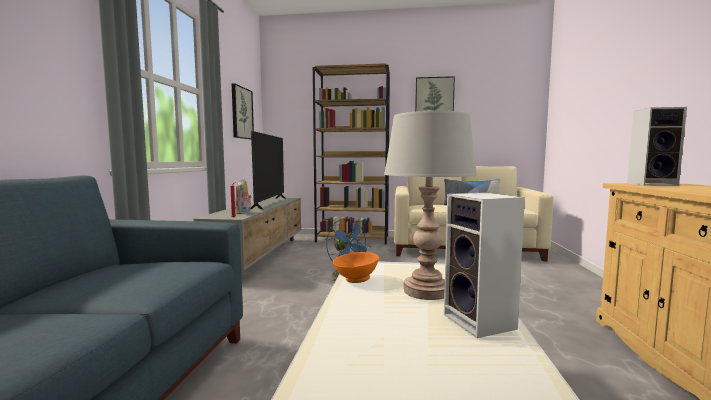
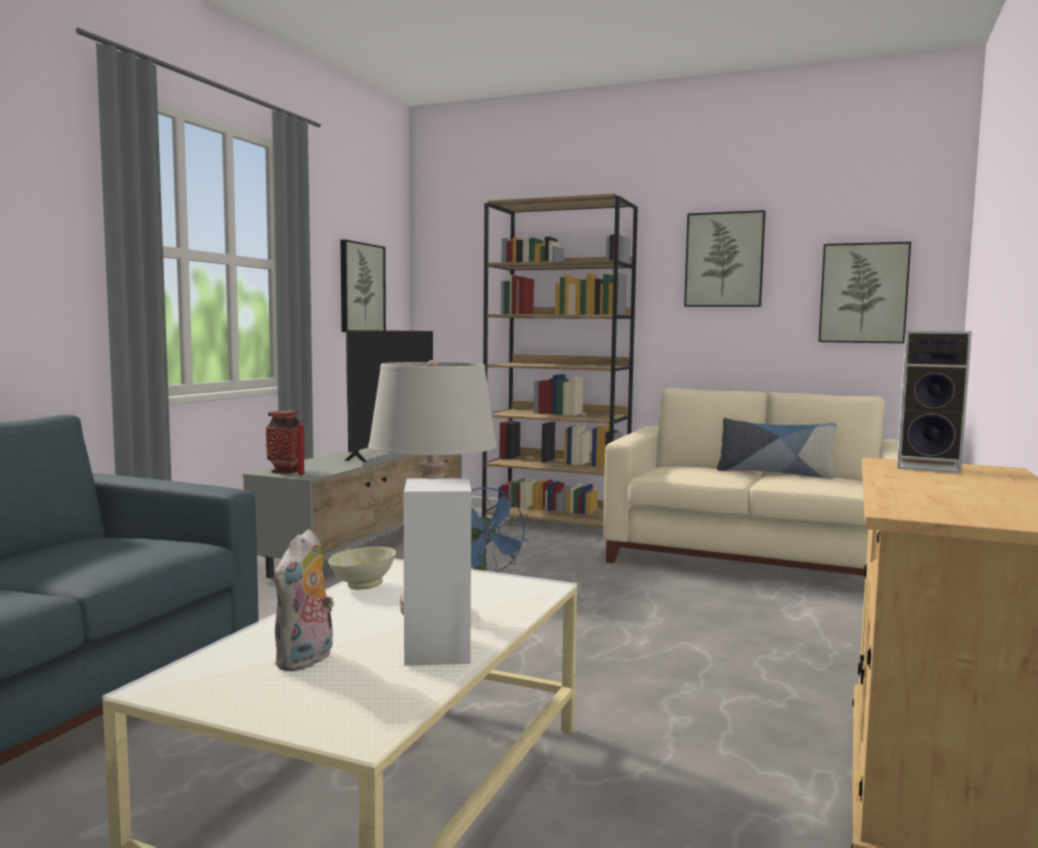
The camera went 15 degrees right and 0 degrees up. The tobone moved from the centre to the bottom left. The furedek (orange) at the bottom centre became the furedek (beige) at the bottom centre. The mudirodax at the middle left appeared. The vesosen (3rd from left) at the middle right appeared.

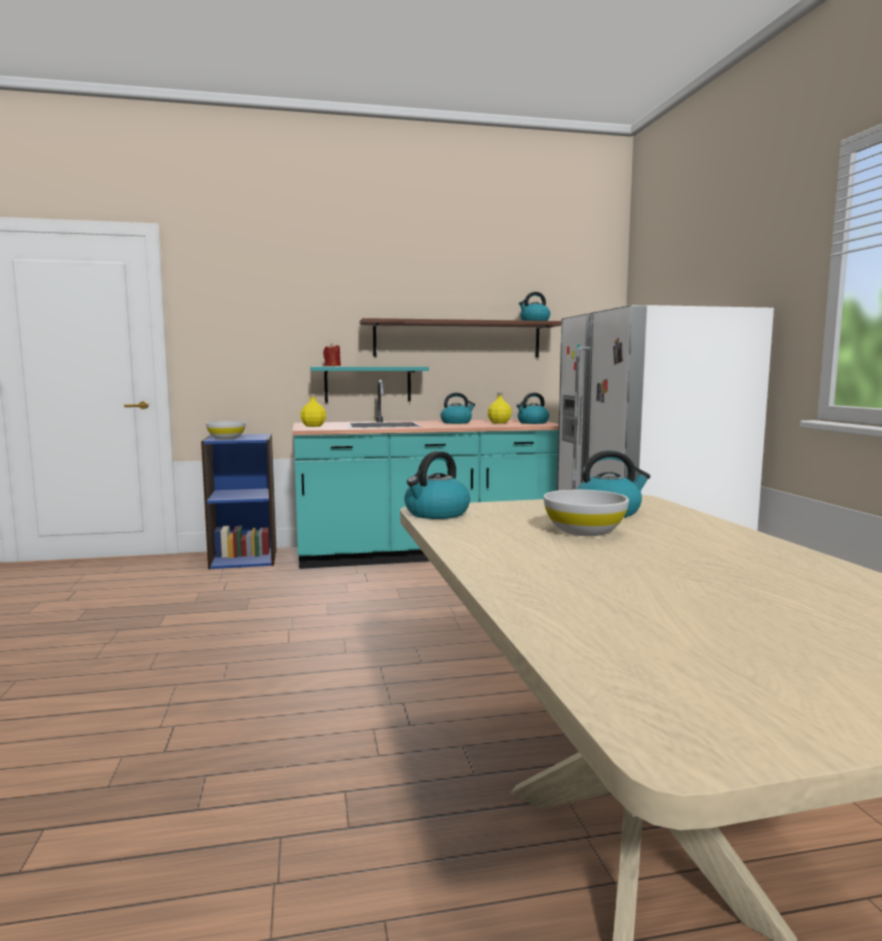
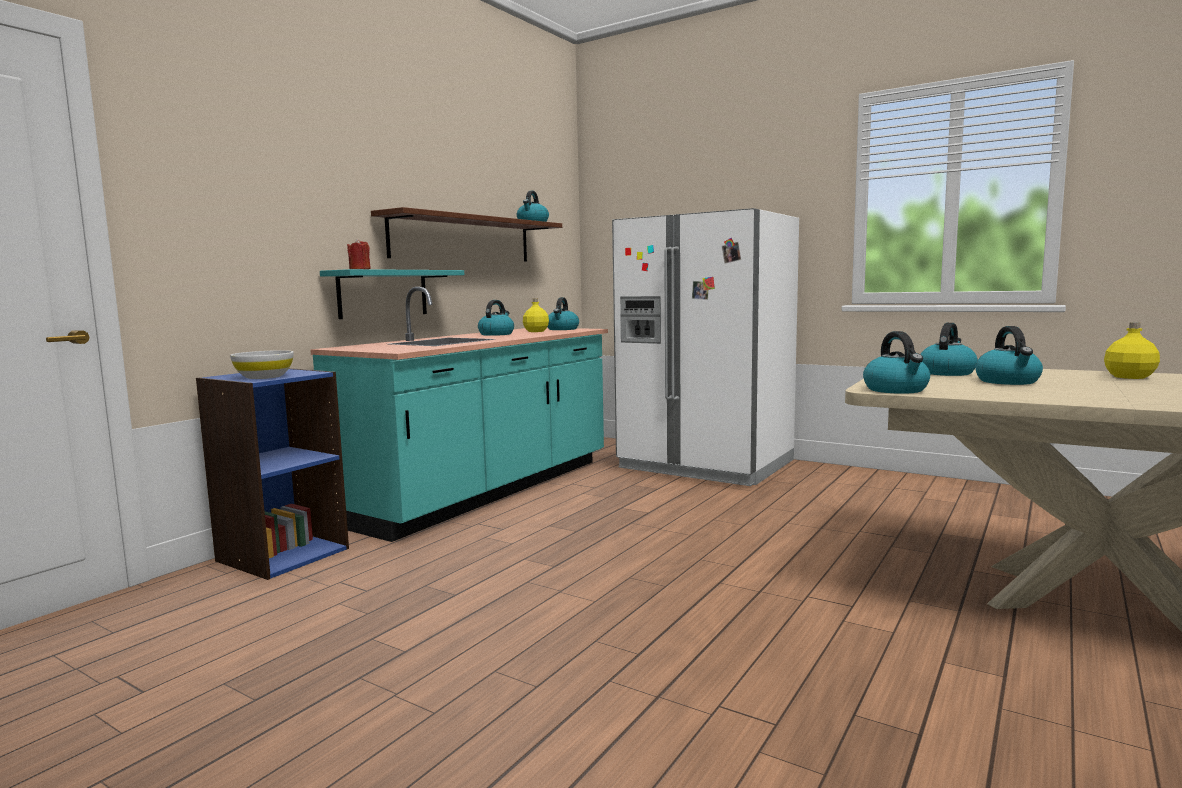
The camera went 45 degrees left and 0 degrees up. The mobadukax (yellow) (1st from left in the first image) moved from the centre to the middle right. The furedek (white) (2nd from left) at the centre was replaced by the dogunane (6th from left) at the middle right.

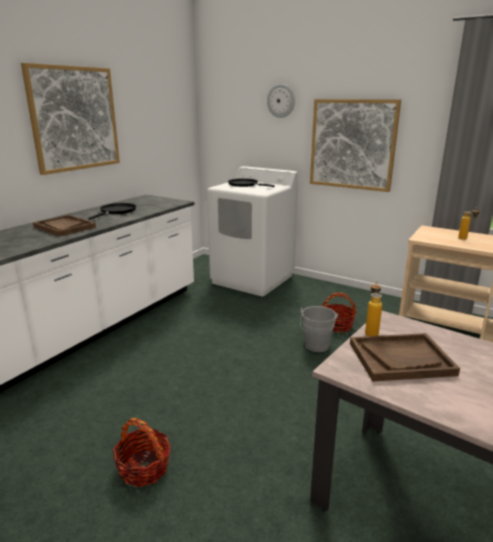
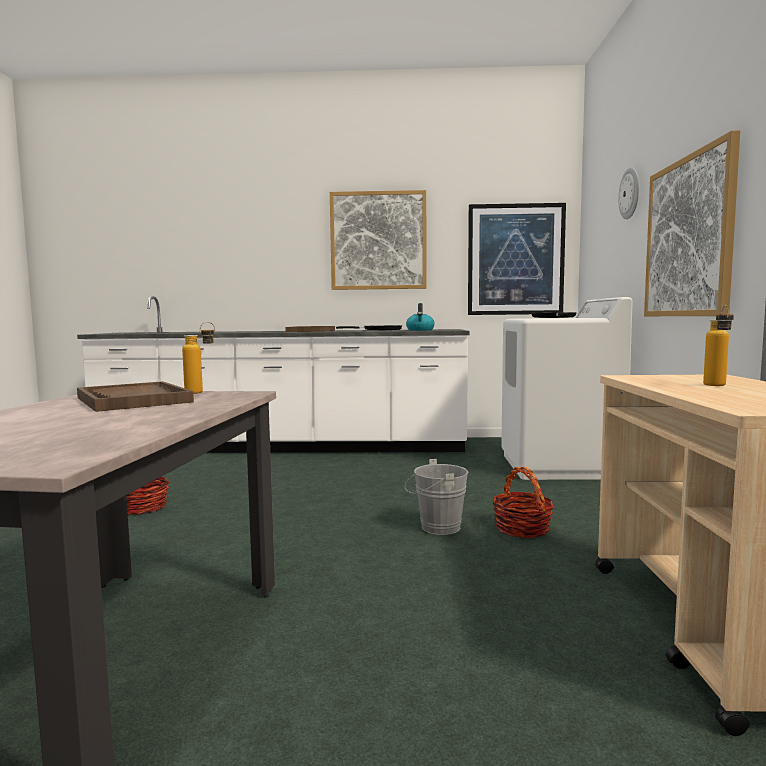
The camera went 60 degrees right and 15 degrees down. The dogunane at the centre appeared. The vesosen (2nd from left) at the middle right appeared.

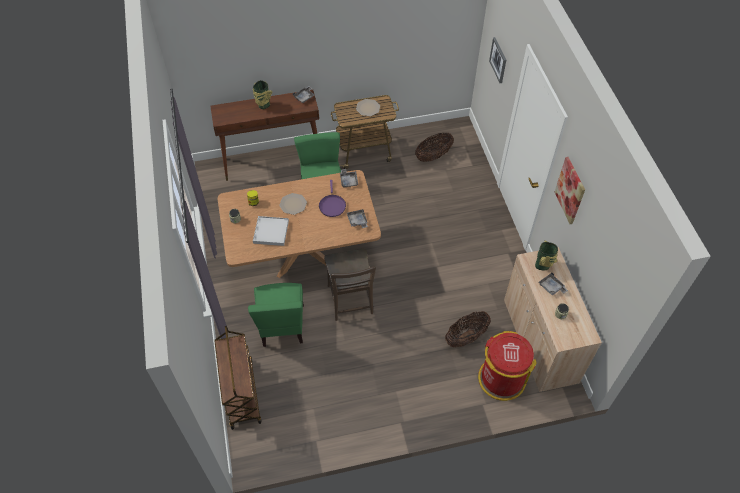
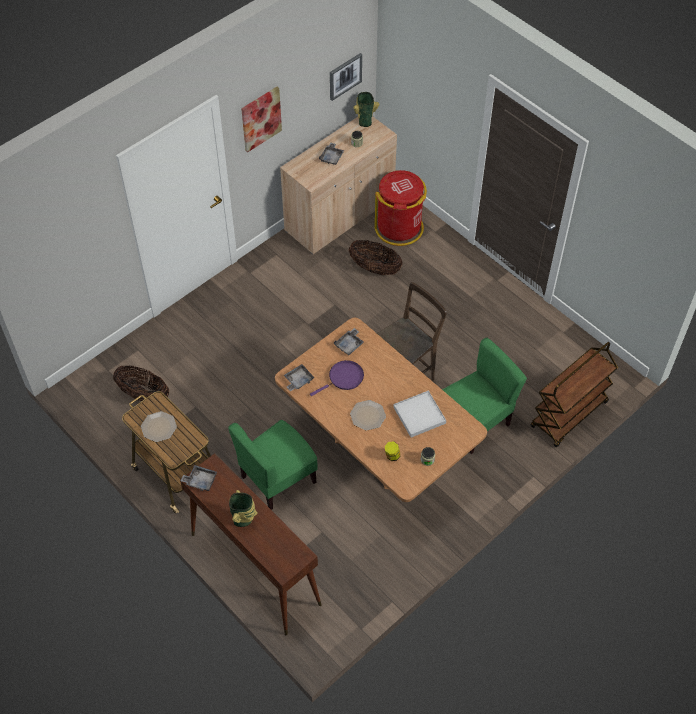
The camera went 120 degrees left and 0 degrees up. The vesosen (1st from left in the first image) moved from the top right to the top centre. The mudirodax (2nd from left) moved from the middle right to the top centre.

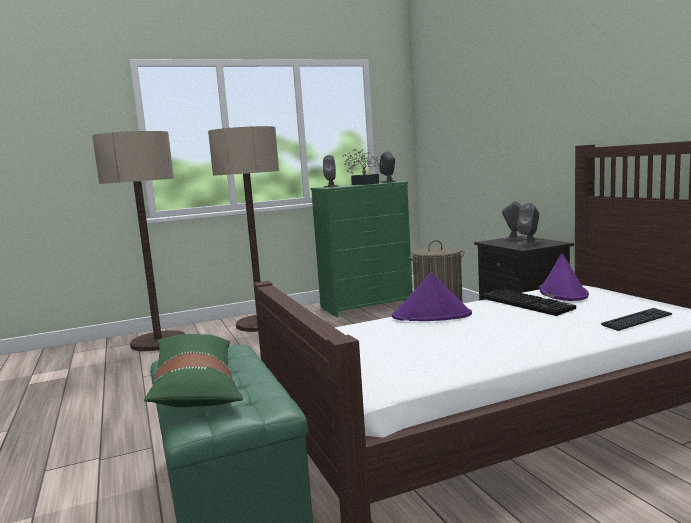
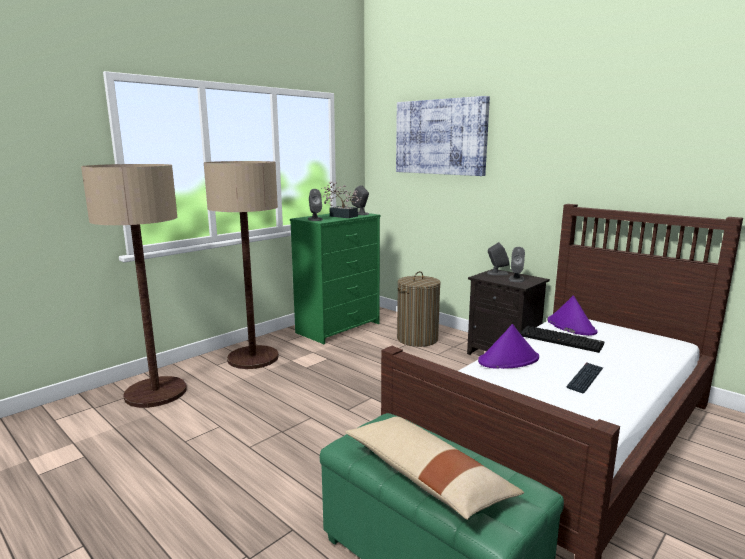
The camera went 25 degrees left and 5 degrees up. The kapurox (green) at the bottom left became the kapurox (beige) at the bottom centre. The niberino (2nd from left) moved from the middle right to the bottom right. The vesosen at the top centre appeared.

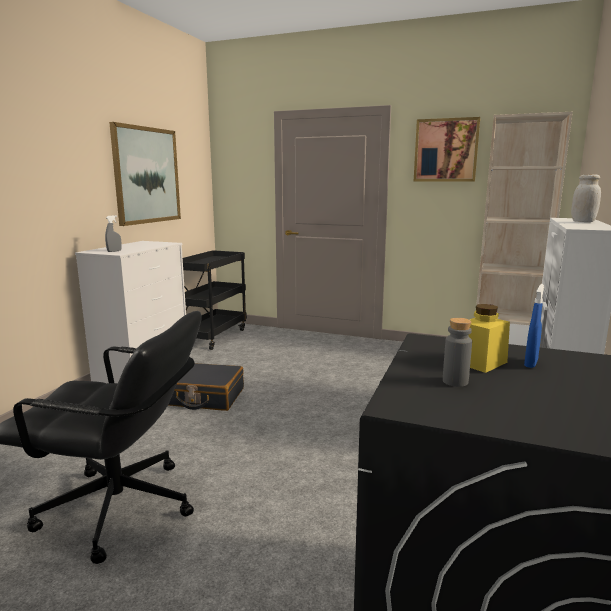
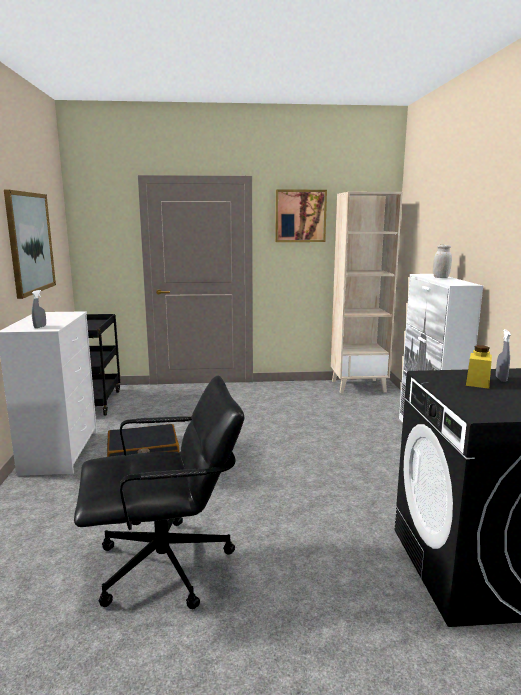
The camera went 25 degrees left and 0 degrees up. The mobadukax (grey) at the middle right disappeared. The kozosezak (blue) at the middle right became the kozosezak (grey) (2nd from left) at the middle right.

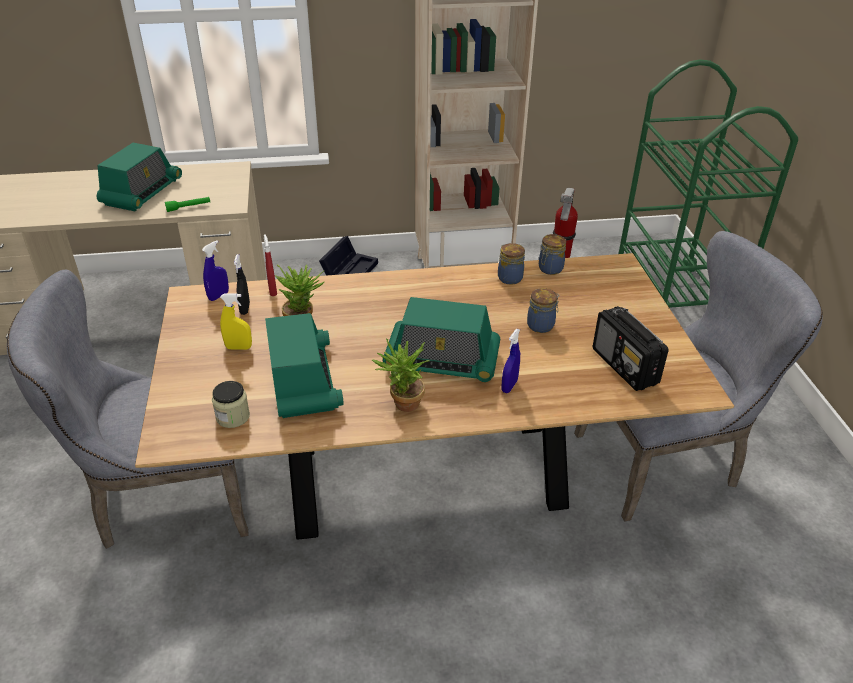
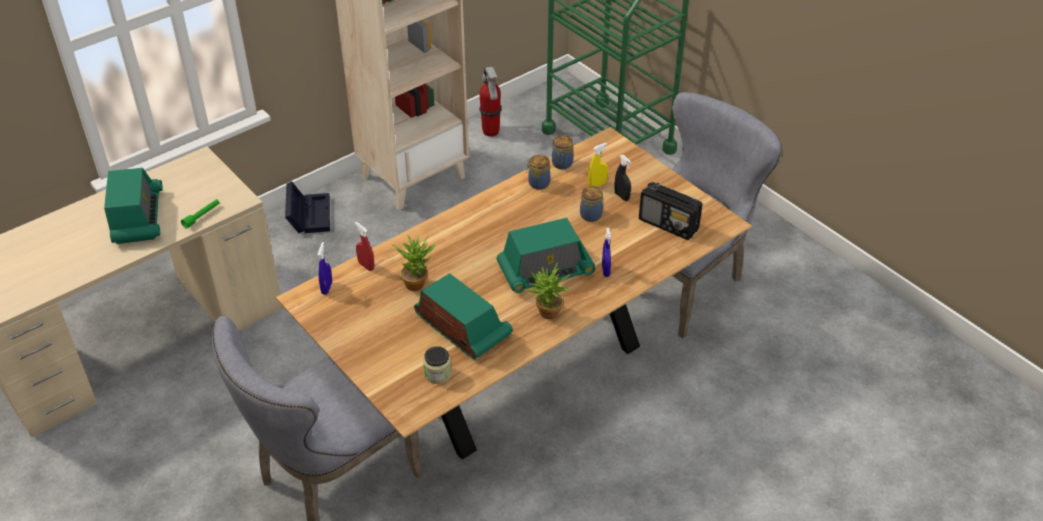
The camera went 30 degrees left and 5 degrees up. The kozosezak (yellow) moved from the middle left to the top centre. The kozosezak (black) moved from the middle left to the centre.

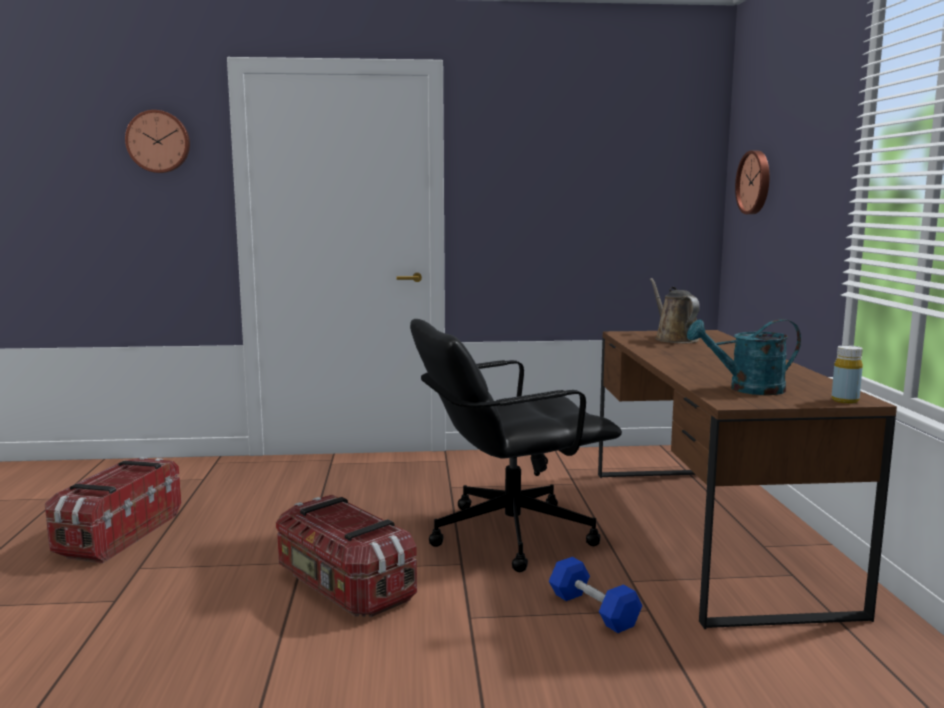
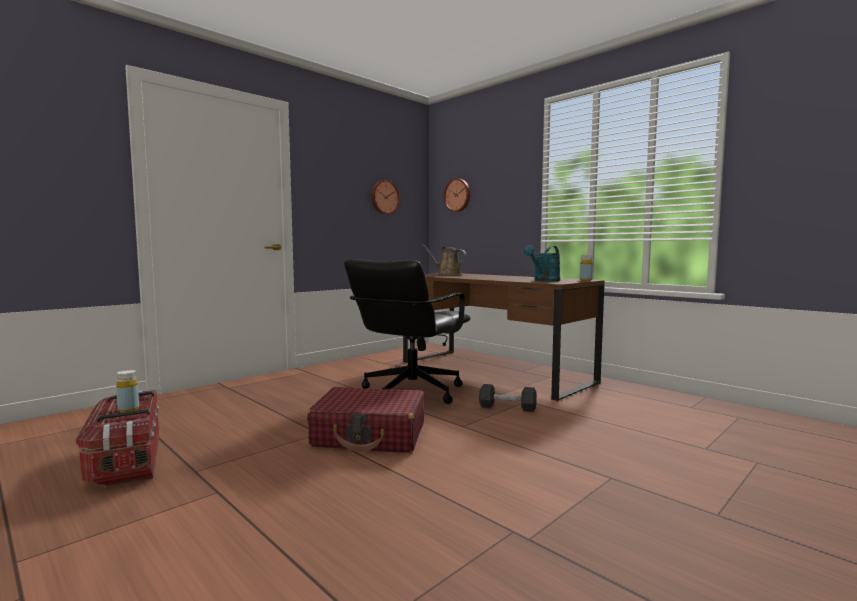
The camera went 40 degrees left and 5 degrees down. The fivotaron (1st from left) moved from the top left to the top centre. The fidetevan (2nd from left) at the bottom centre was replaced by the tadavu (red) at the bottom centre. The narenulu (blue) at the bottom centre became the narenulu (black) at the centre. The mobadukax (yellow) (1st from left) at the middle left appeared.

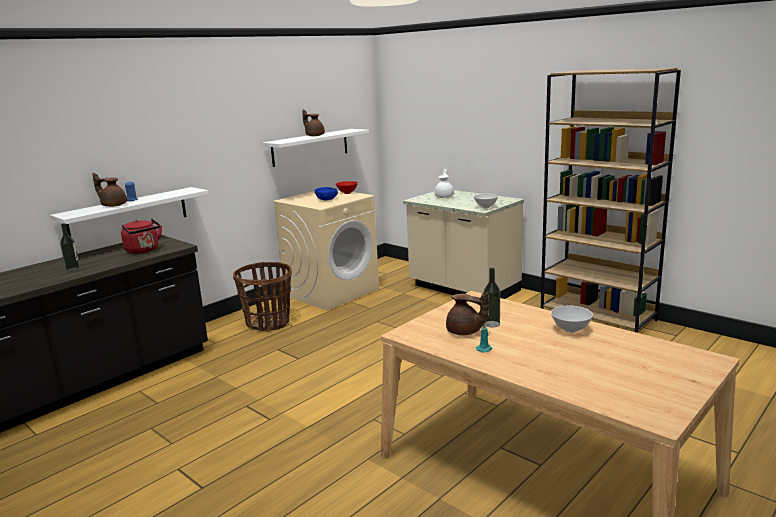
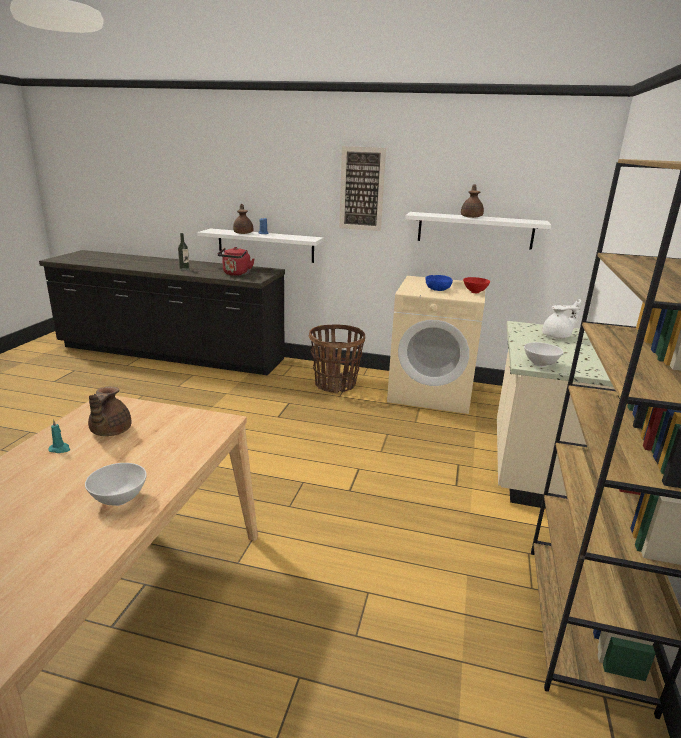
The camera went 60 degrees right and 5 degrees up. The mobadukax (2nd from left) at the centre disappeared. The vesosen at the top centre appeared.

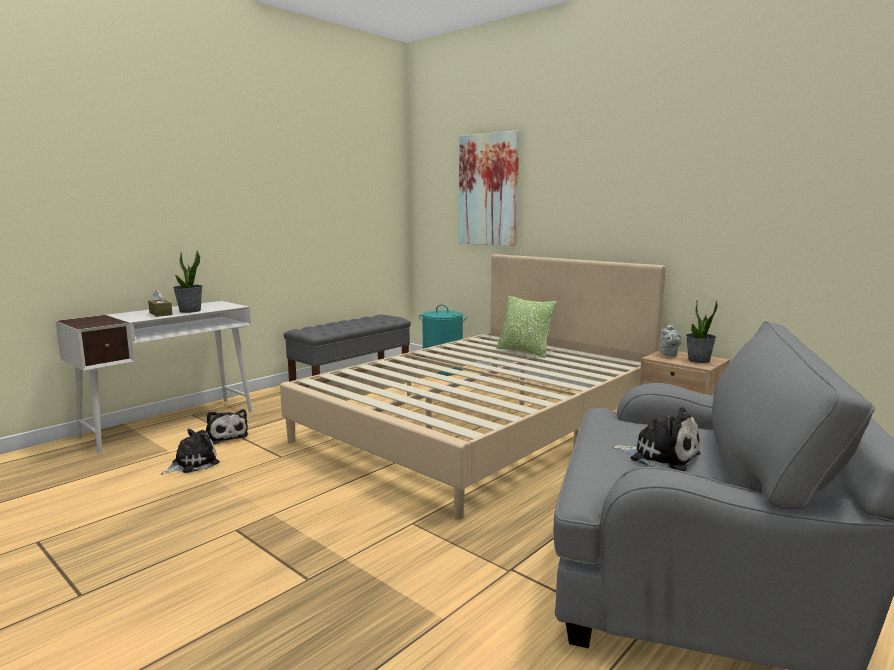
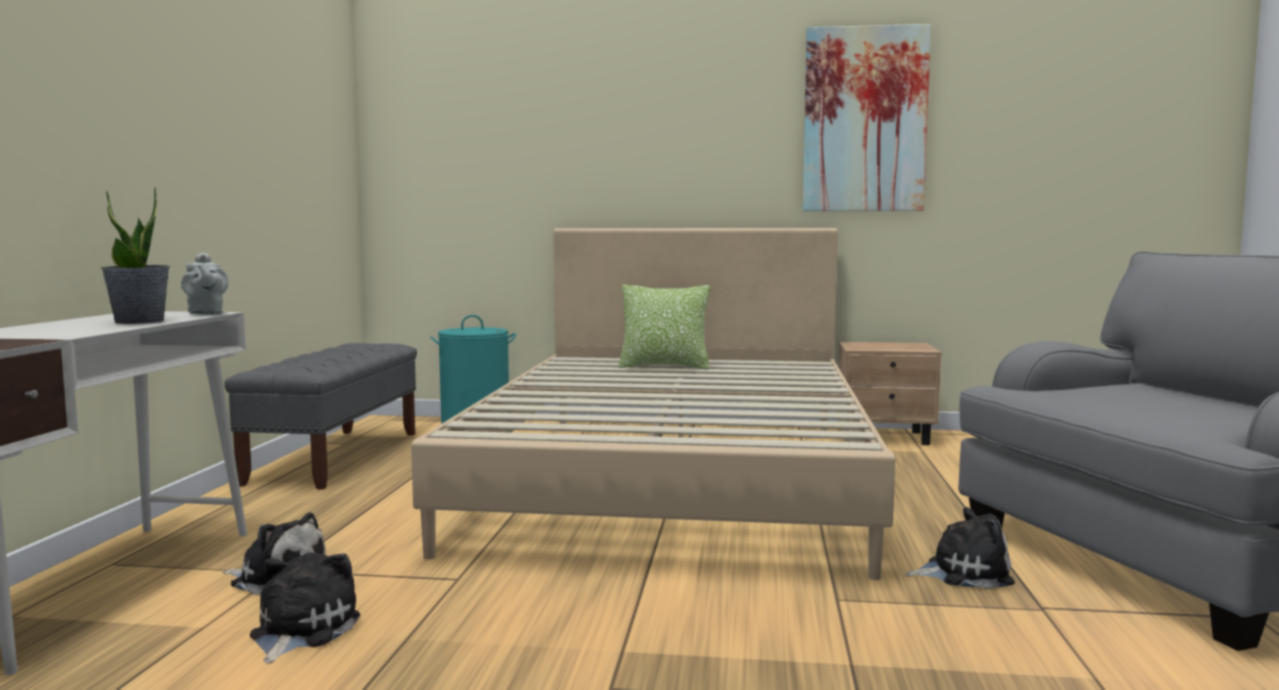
The camera went 35 degrees left and 5 degrees down. The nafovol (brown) at the middle left disappeared. The vesosen moved from the top centre to the top right. The tobone (3rd from left) moved from the middle right to the bottom right. The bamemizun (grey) moved from the middle right to the middle left. The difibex (2nd from left) at the middle right disappeared.

